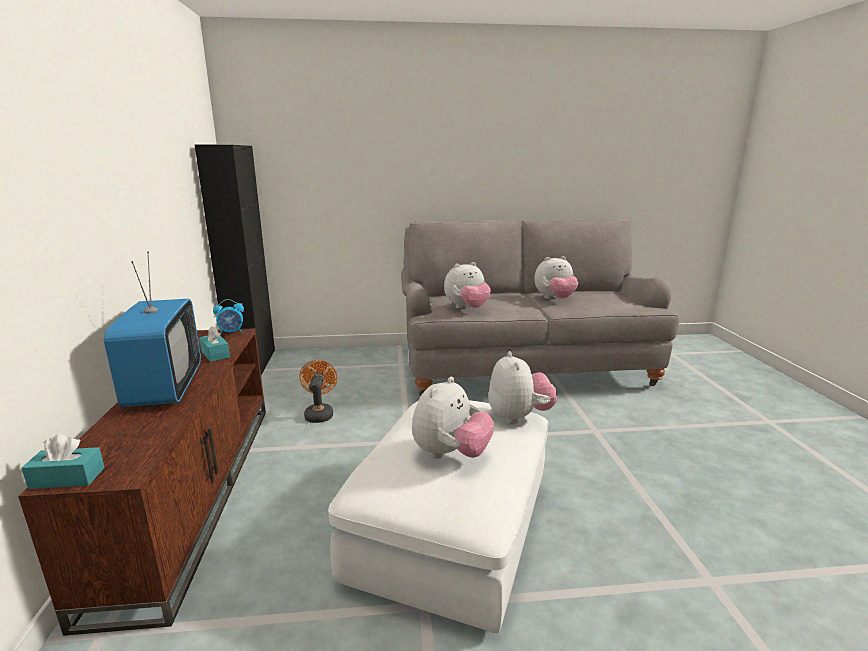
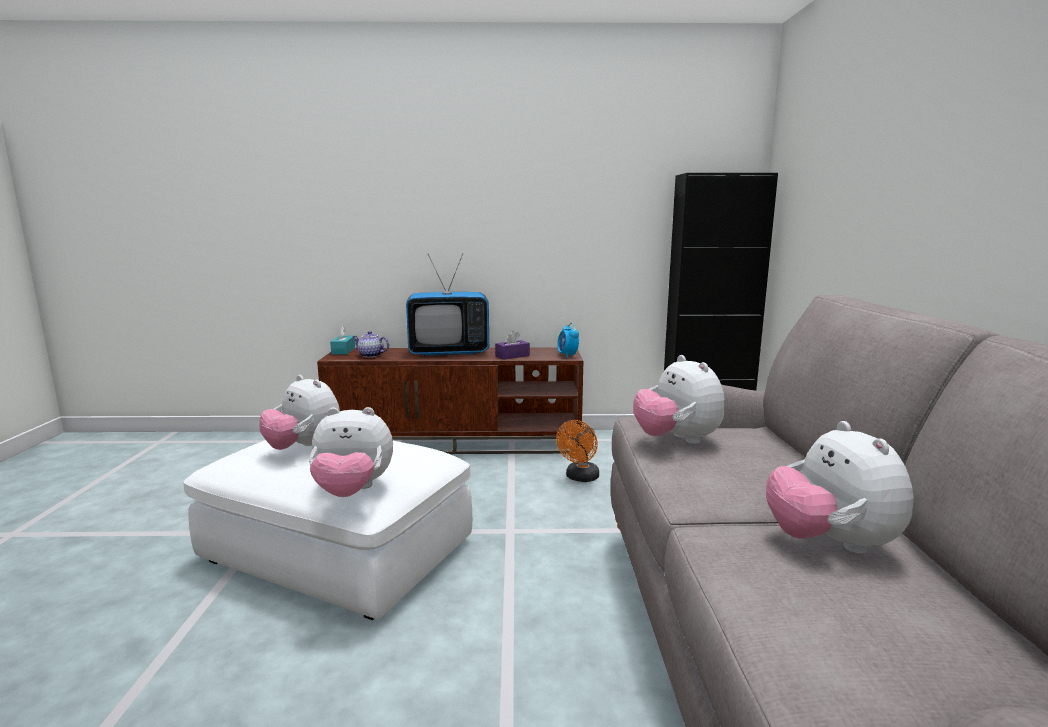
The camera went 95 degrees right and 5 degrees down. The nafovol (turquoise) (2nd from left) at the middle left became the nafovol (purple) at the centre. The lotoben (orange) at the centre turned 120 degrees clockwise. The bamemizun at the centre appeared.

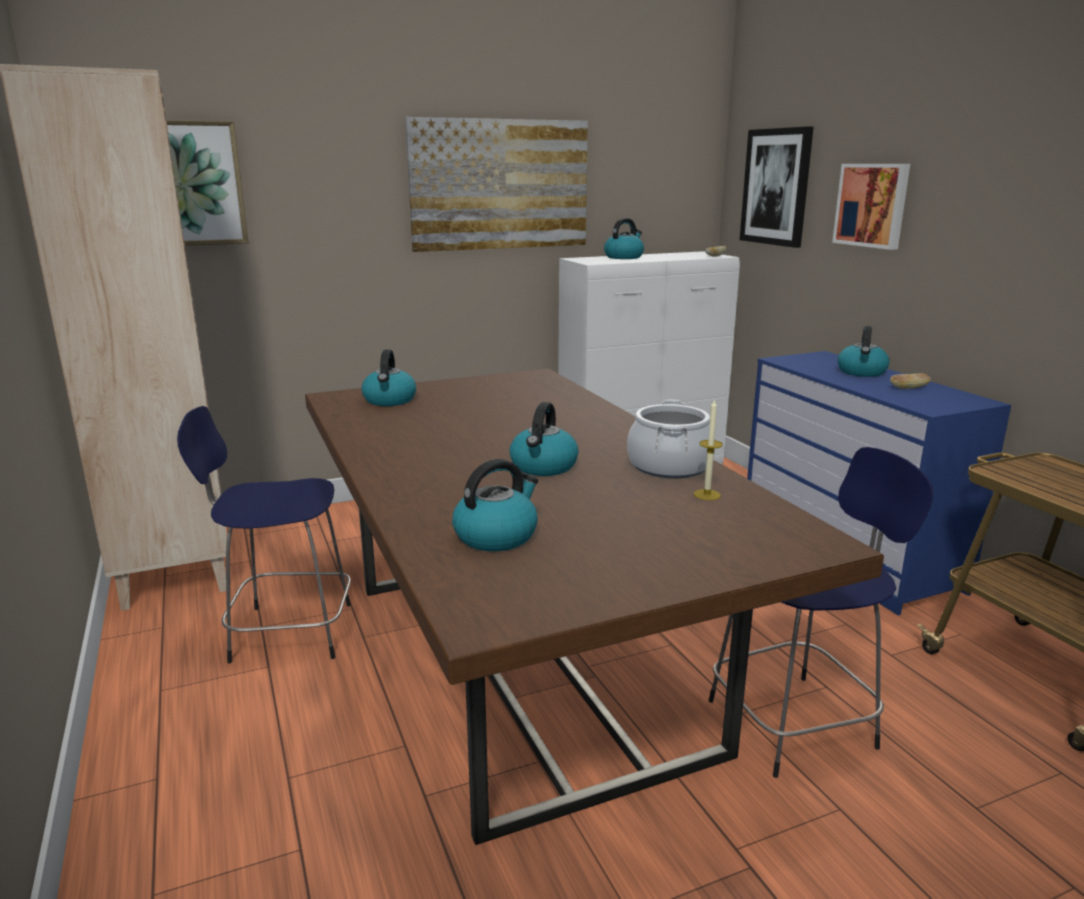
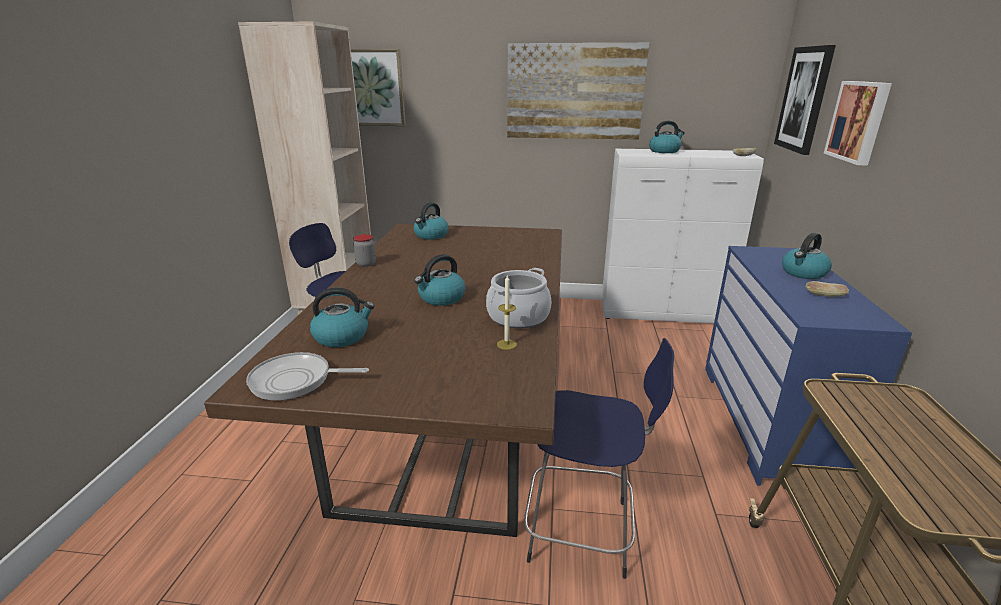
The camera went 30 degrees right and 5 degrees up. The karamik at the middle left appeared. The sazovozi at the centre appeared.

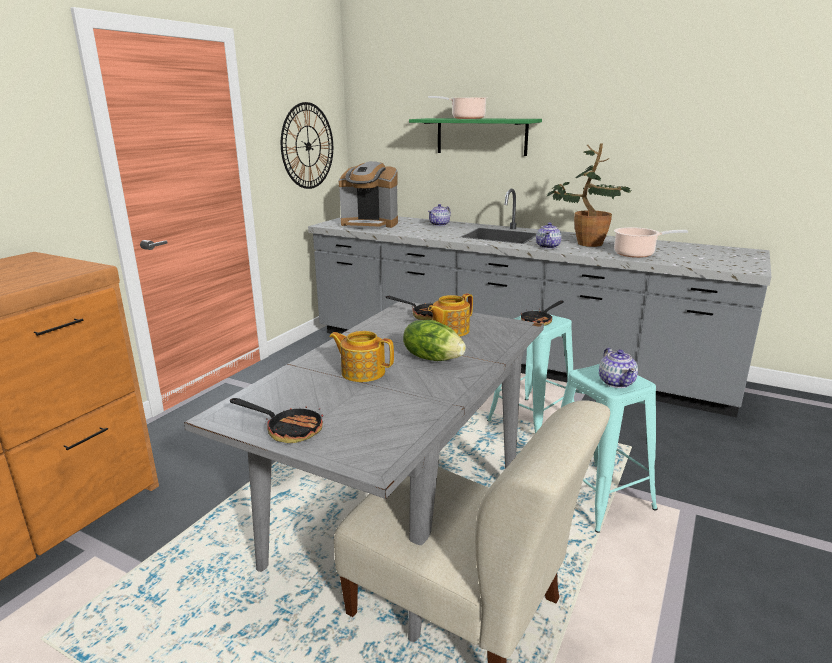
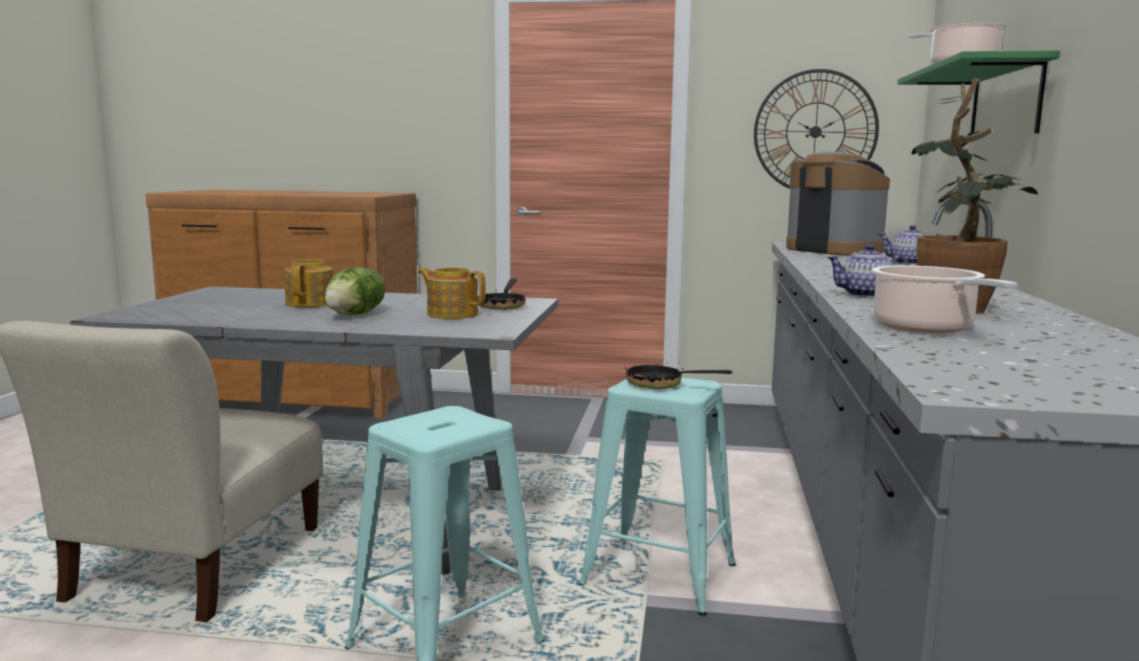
The camera went 70 degrees right and 10 degrees down. The karamik (1st from left) at the middle left disappeared. The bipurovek at the top centre turned 150 degrees clockwise. The bamemizun (5th from left) at the middle right disappeared.

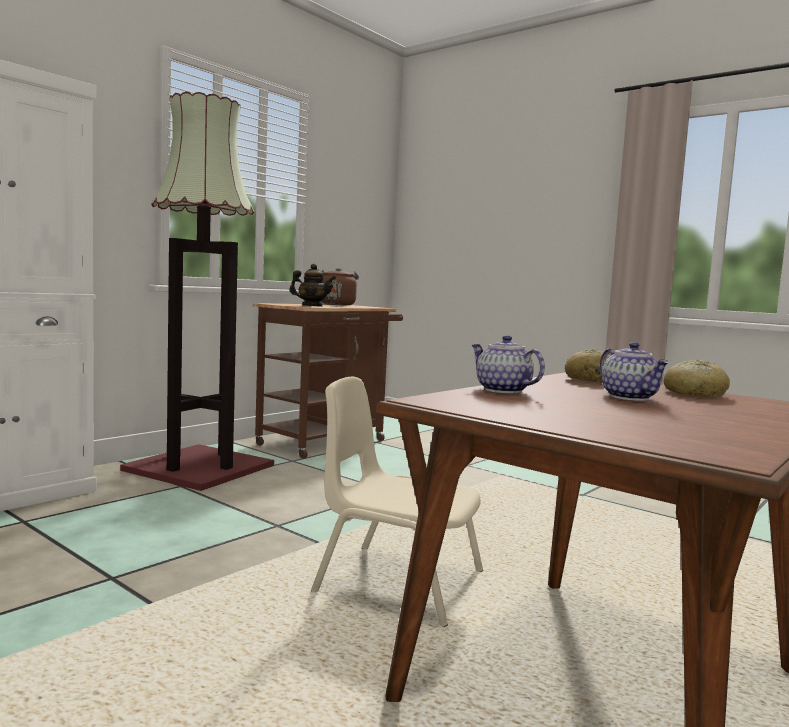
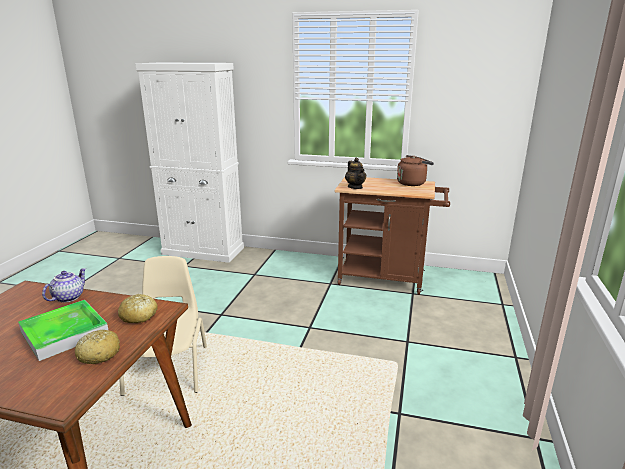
The camera went 65 degrees right and 15 degrees up. The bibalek at the middle left disappeared. The bamemizun (3rd from left) at the middle right was replaced by the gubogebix at the bottom left.

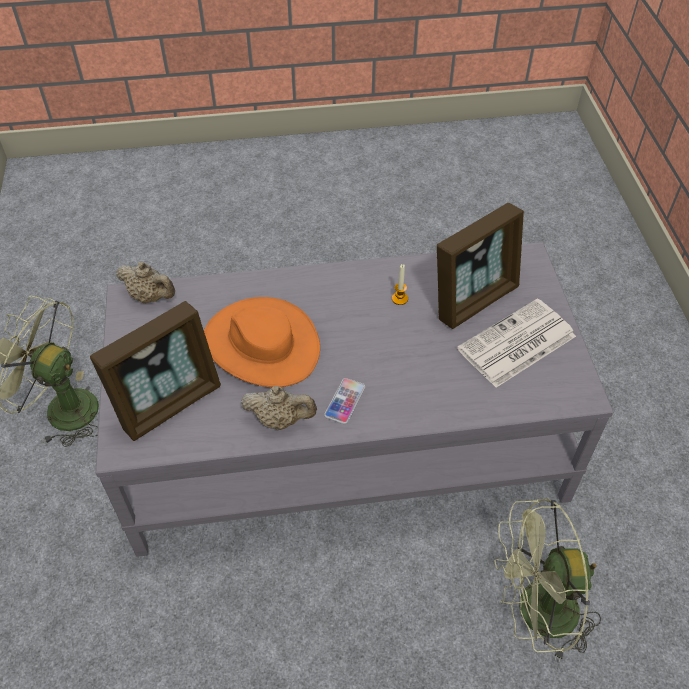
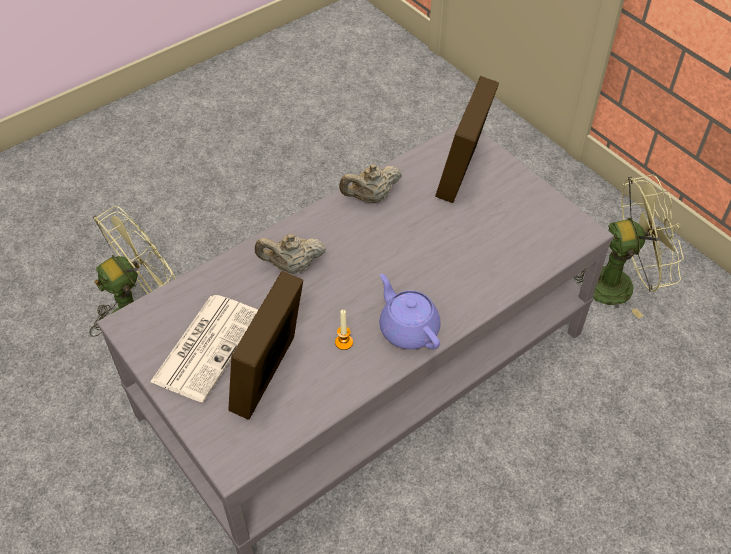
The camera went 150 degrees right and 0 degrees up. The bamemizun (beige) (1st from left) moved from the middle left to the centre. The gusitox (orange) at the centre disappeared. The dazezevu at the centre disappeared. The bamemizun (purple) at the centre appeared.

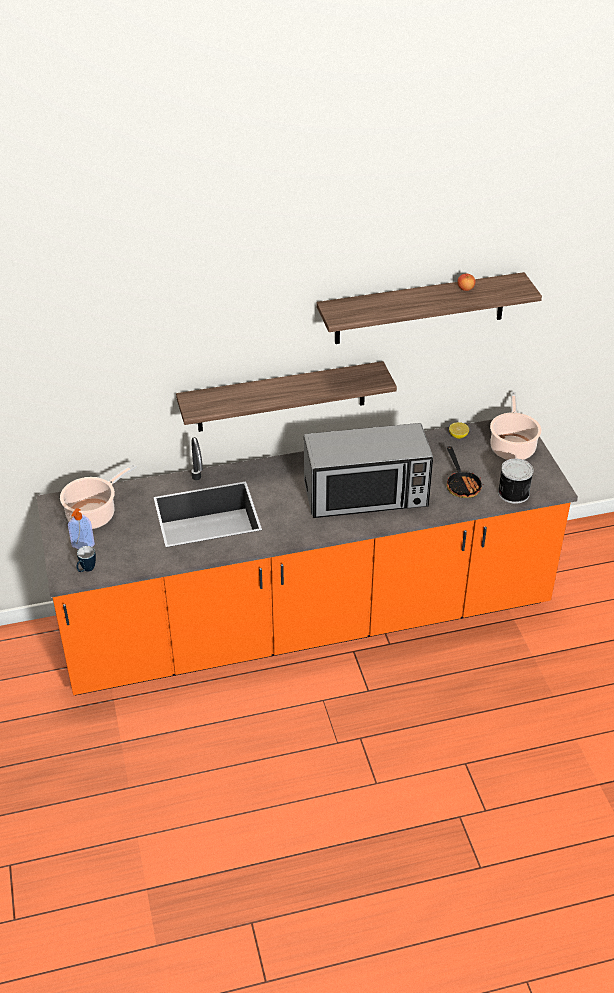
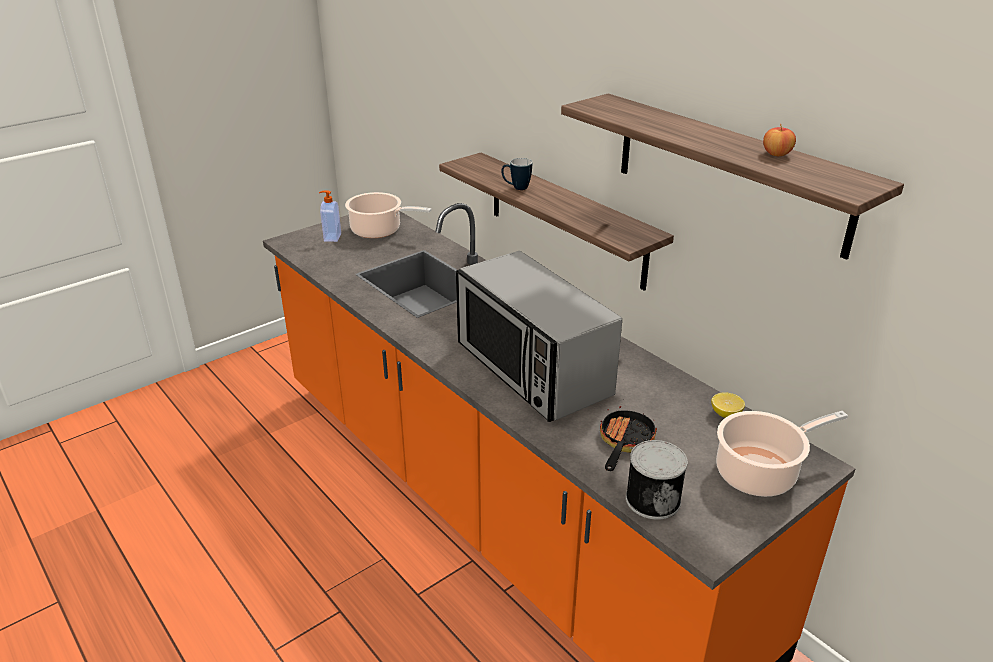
The camera went 65 degrees right and 10 degrees down. The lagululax moved from the middle left to the top centre. The karamik at the middle right turned 150 degrees clockwise.

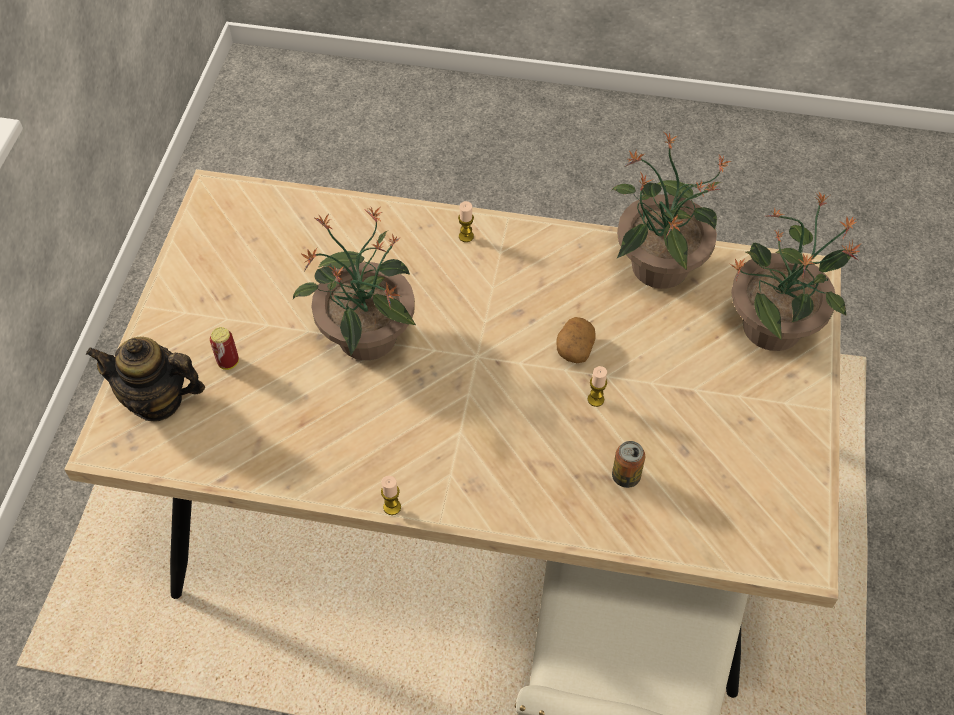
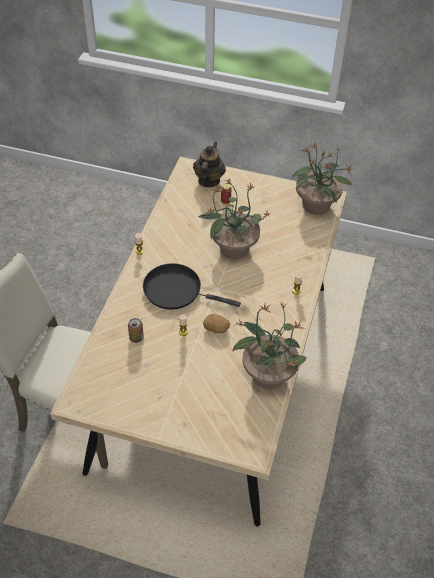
The camera went 95 degrees right and 5 degrees down. The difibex (3rd from left) moved from the middle right to the top right. The karamik (black) at the centre appeared.

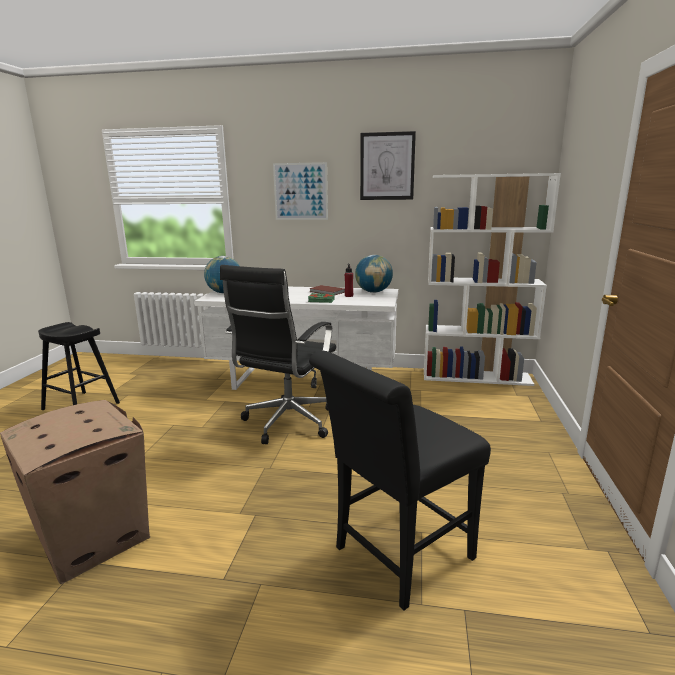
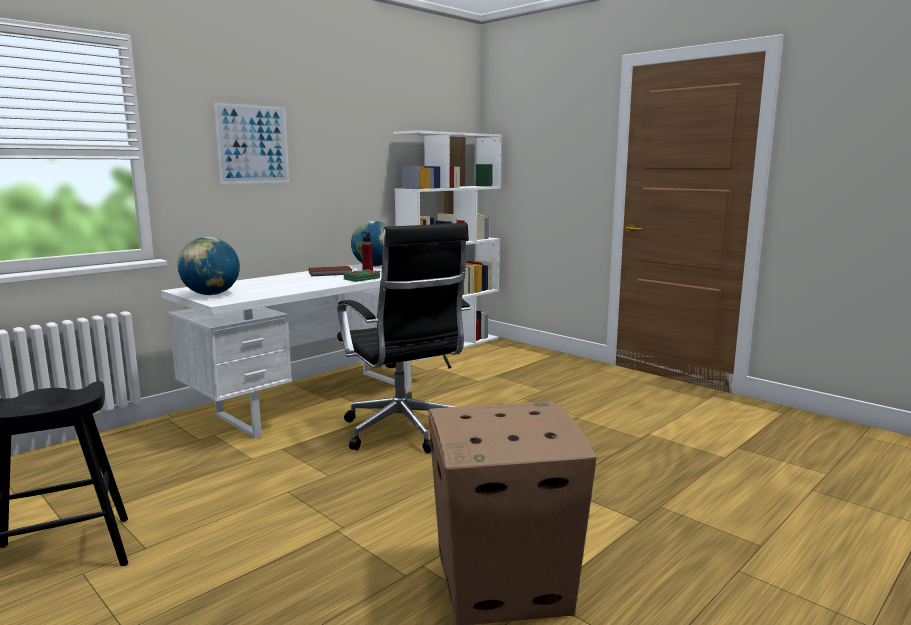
The camera went 55 degrees left and 5 degrees down. The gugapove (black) at the bottom centre disappeared. The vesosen (2nd from left) at the top centre disappeared.

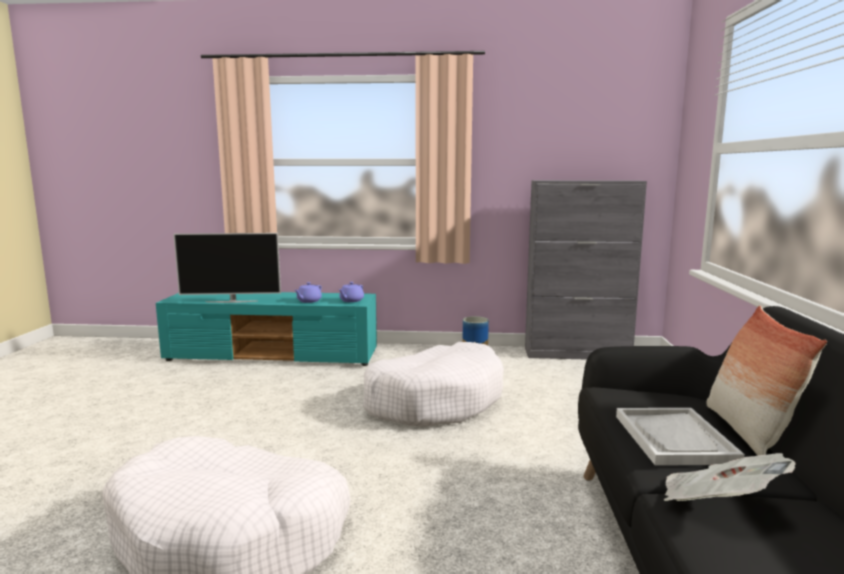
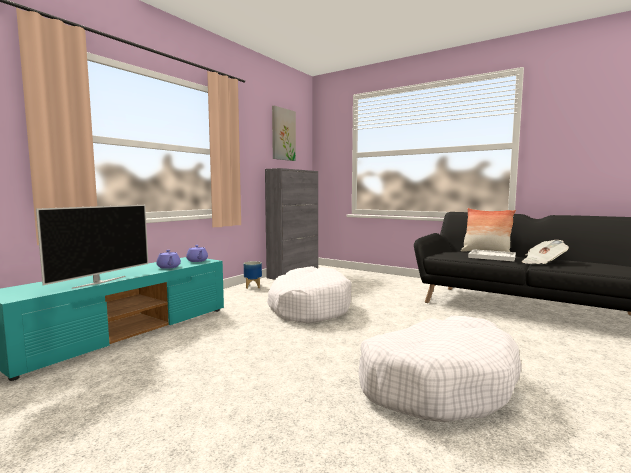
The camera went 60 degrees left and 5 degrees down. The vesosen at the top centre appeared.

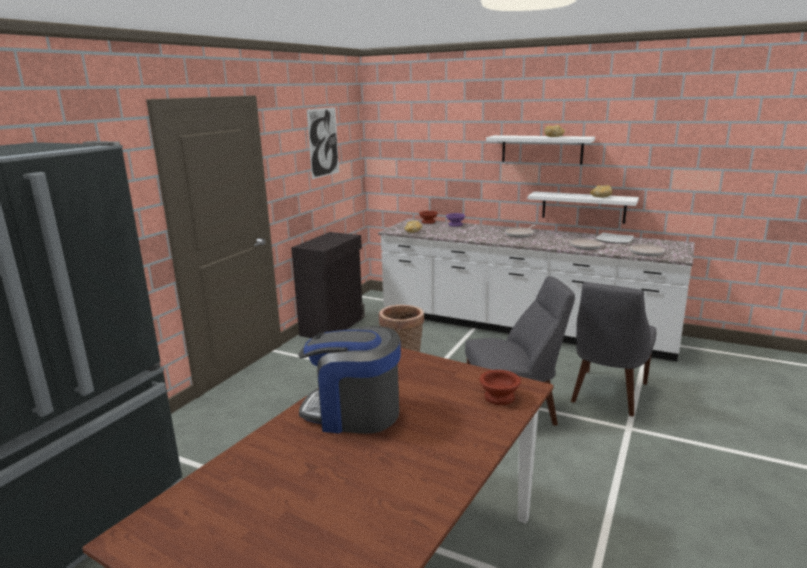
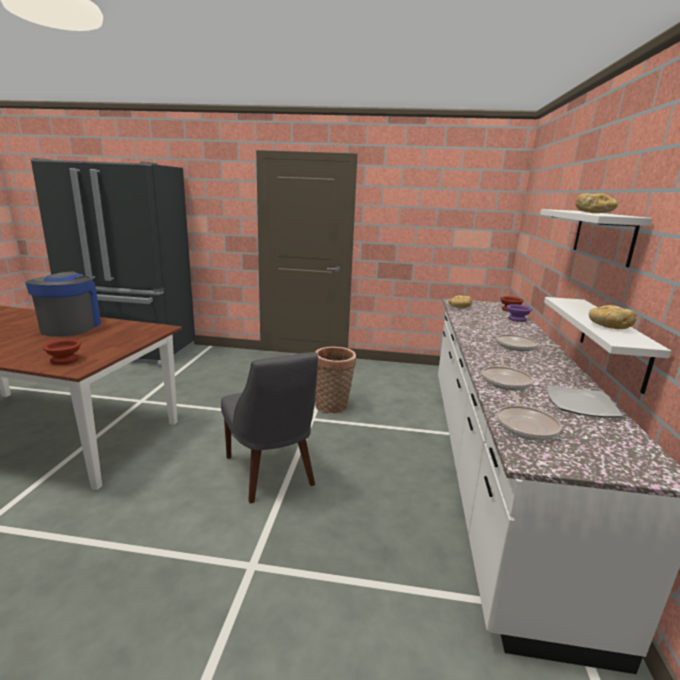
The camera went 70 degrees right and 0 degrees up. The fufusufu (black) at the centre disappeared. The vesosen at the top centre disappeared. The gugapove (grey) (2nd from left) at the middle right disappeared.

